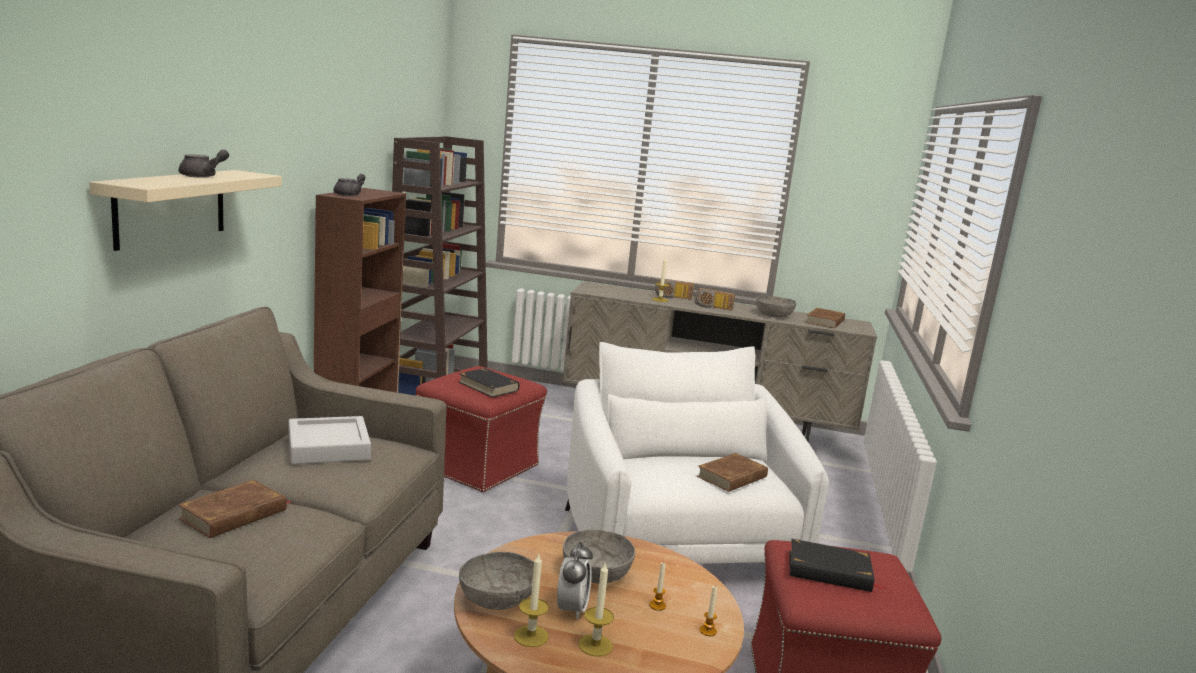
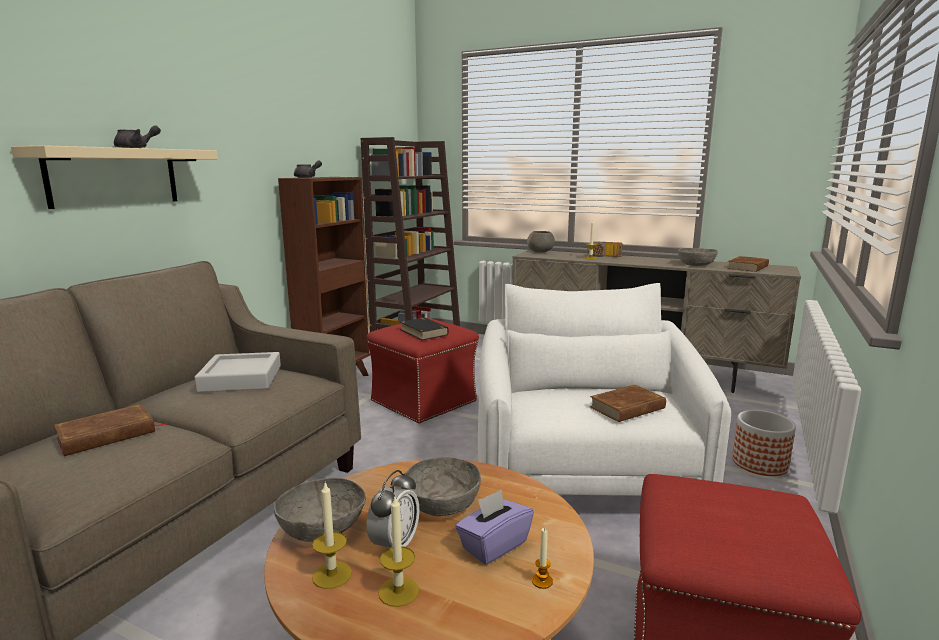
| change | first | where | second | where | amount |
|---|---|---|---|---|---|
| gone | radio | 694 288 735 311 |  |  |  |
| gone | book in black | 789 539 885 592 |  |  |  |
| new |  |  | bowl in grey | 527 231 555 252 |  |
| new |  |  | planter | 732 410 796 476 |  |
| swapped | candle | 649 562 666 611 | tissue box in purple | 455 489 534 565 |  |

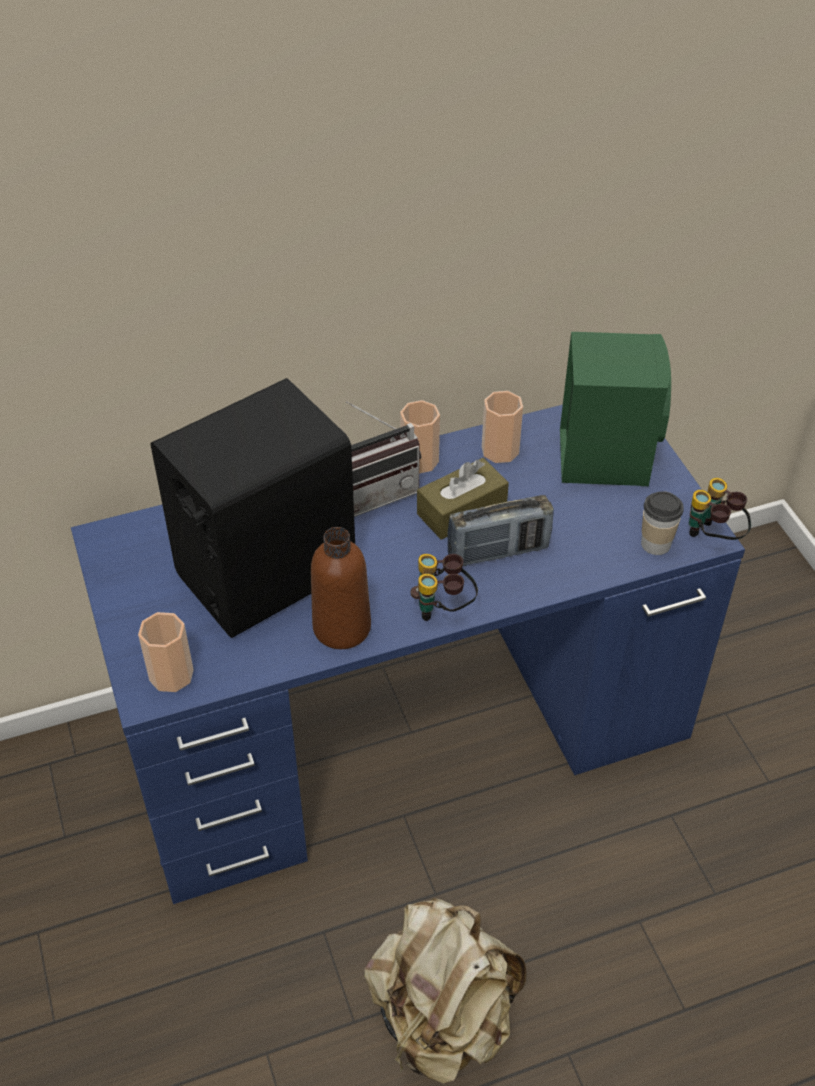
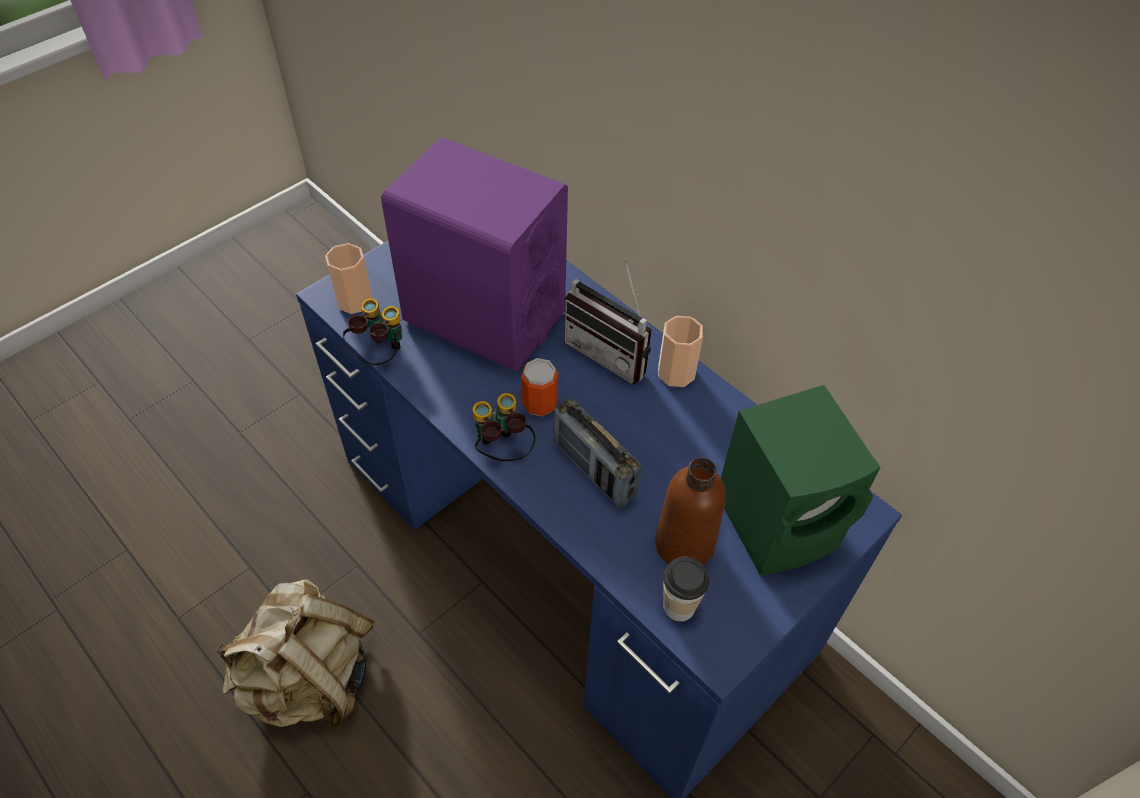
| change | first | where | second | where | amount |
|---|---|---|---|---|---|
| gone | tissue box in brown | 417 458 509 540 |  |  |  |
| gone | cup | 482 391 523 463 |  |  |  |
| new |  |  | can | 521 358 558 416 |  |
| shifted | bottle in brown | 311 527 371 649 |  | 655 457 726 566 |  |
| shifted | binoculars | 689 478 751 540 |  | 343 298 402 365 |  |
| repainted | speaker in black | 150 378 355 638 | speaker in purple | 381 138 568 371 |  |

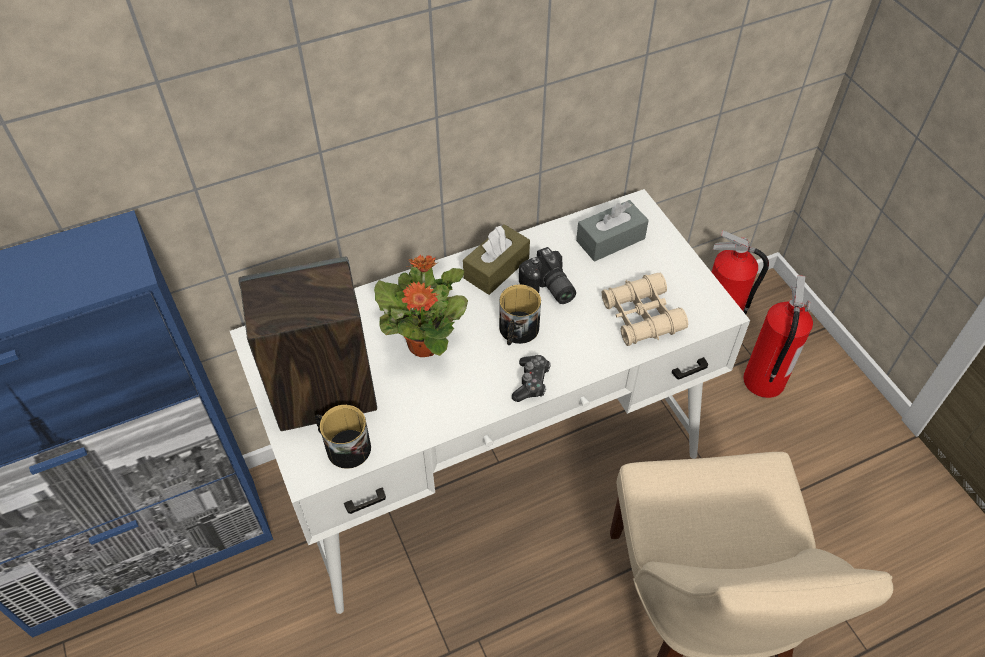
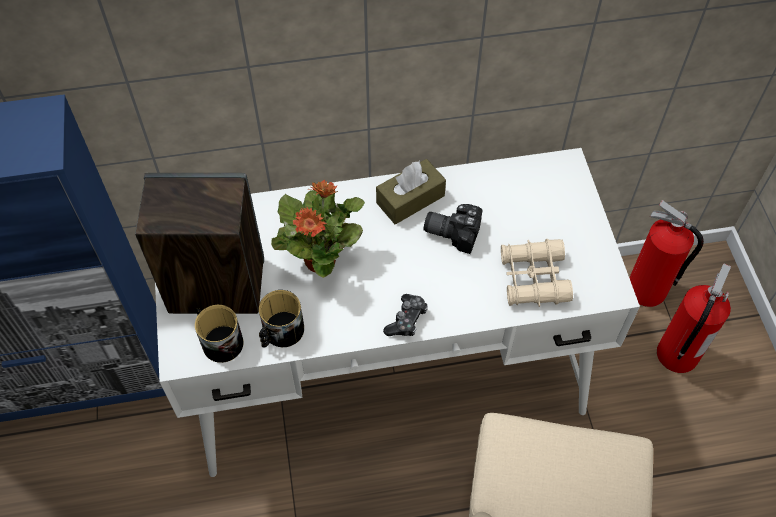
| change | first | where | second | where | amount |
|---|---|---|---|---|---|
| gone | tissue box in grey | 576 200 649 262 |  |  |  |
| shifted | mug | 499 284 541 345 |  | 259 290 304 348 |  |
| rotated | photo camera | 519 247 576 304 |  | 423 204 482 254 | 120 degrees clockwise |

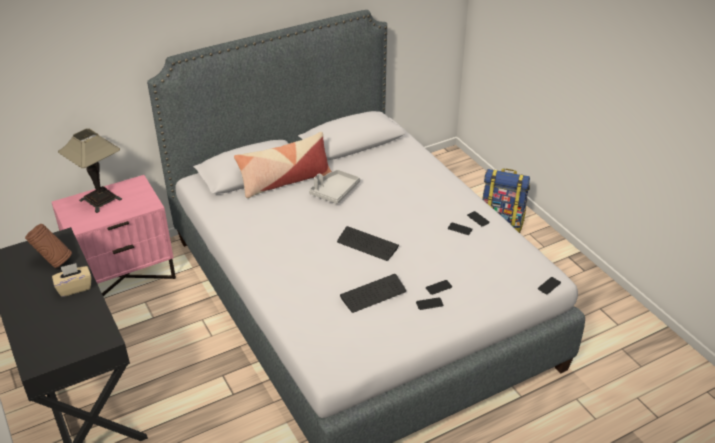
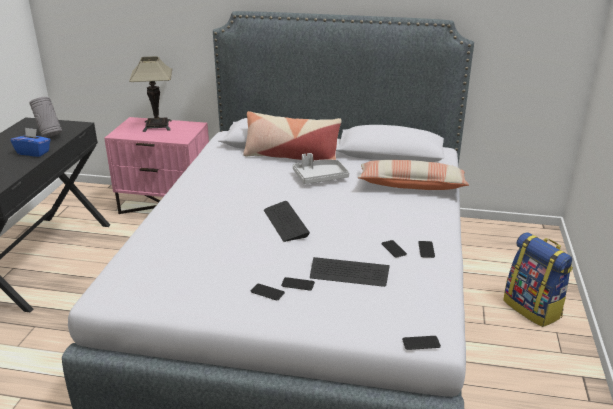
| change | first | where | second | where | amount |
|---|---|---|---|---|---|
| new |  |  | pillow | 358 160 469 190 |  |
| shifted | keyboard | 340 274 406 313 |  | 310 257 390 287 |  |
| repainted | vase in brown | 25 224 72 268 | vase in grey | 29 97 62 138 |  |
| repainted | tissue box in beige | 52 263 92 297 | tissue box in blue | 11 128 51 157 |  |

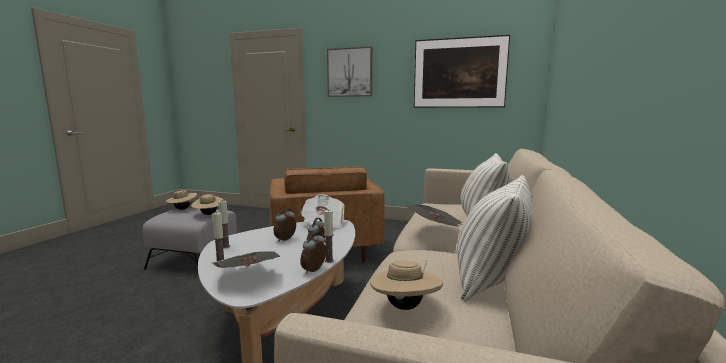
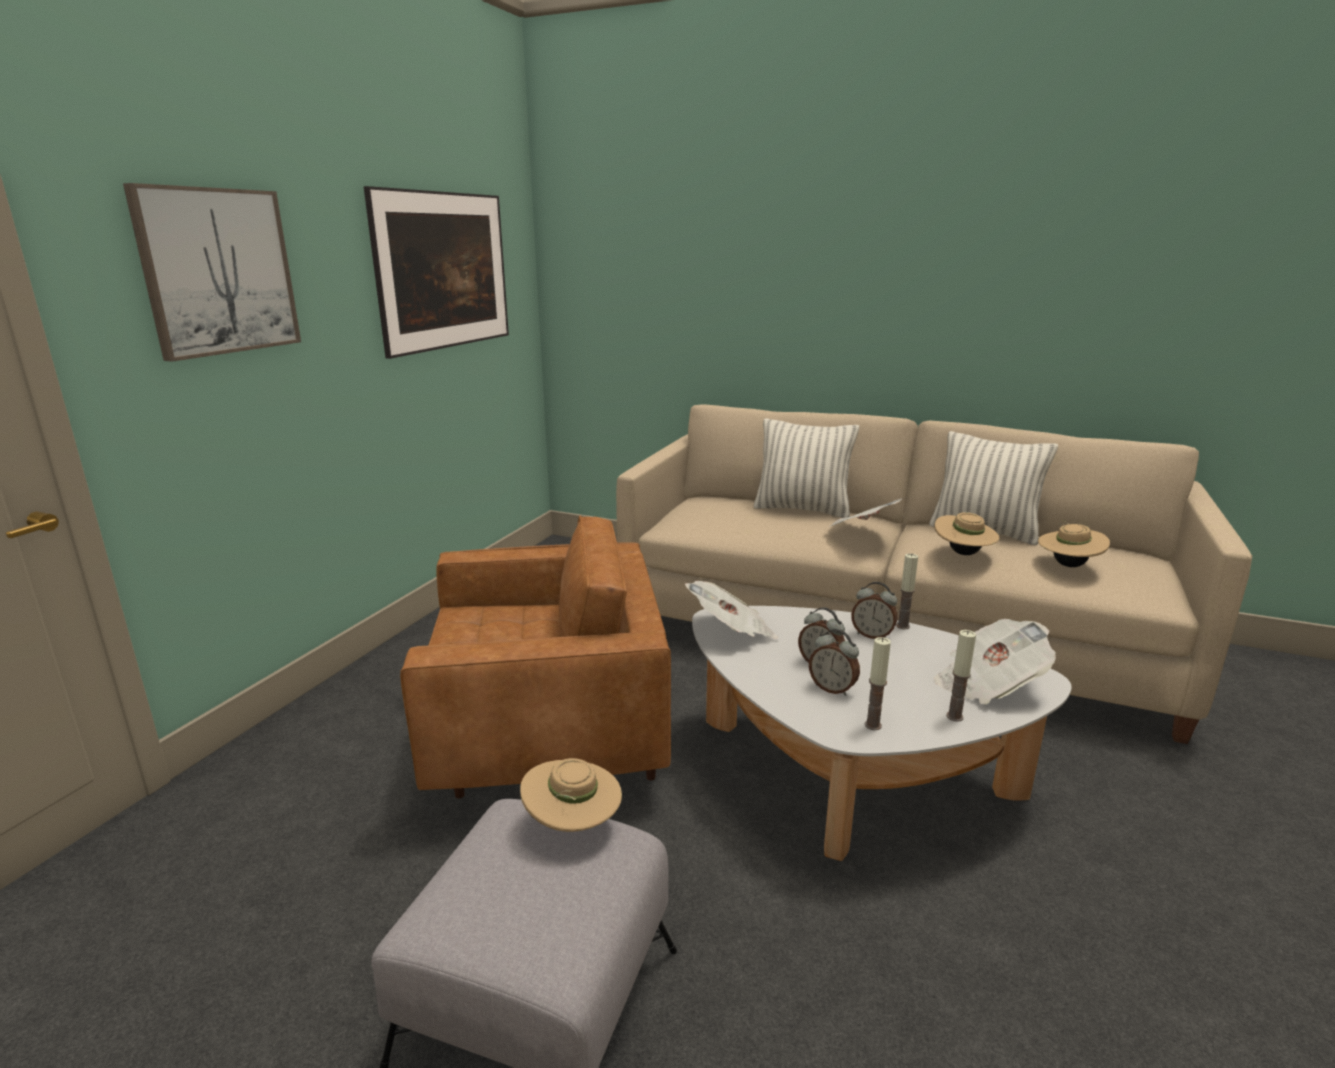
| change | first | where | second | where | amount |
|---|---|---|---|---|---|
| shifted | hat in beige | 166 189 197 210 |  | 934 512 999 555 |  |
| shifted | alarm clock | 300 232 326 274 |  | 809 629 860 696 |  |

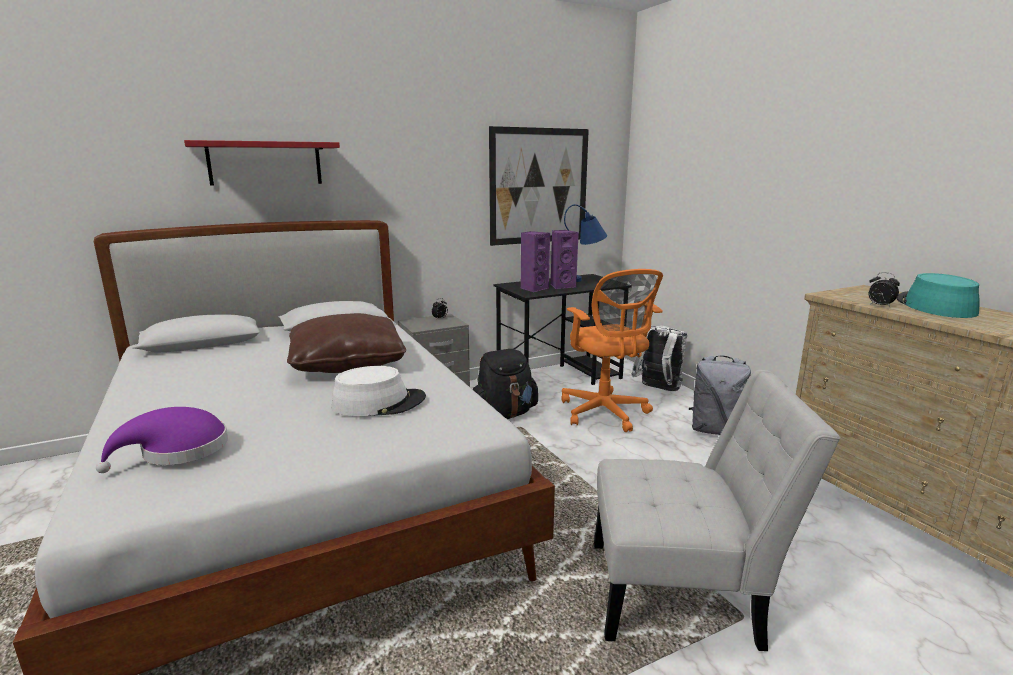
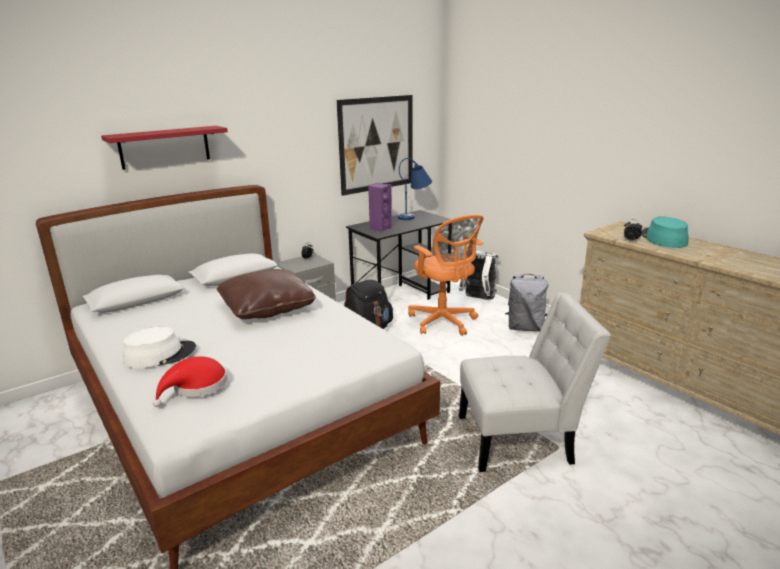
| change | first | where | second | where | amount |
|---|---|---|---|---|---|
| gone | speaker in purple | 551 230 579 289 |  |  |  |
| shifted | hat in white | 332 366 426 416 |  | 123 327 196 368 |  |
| repainted | hat in purple | 96 407 228 473 | hat in red | 153 356 227 407 |  |

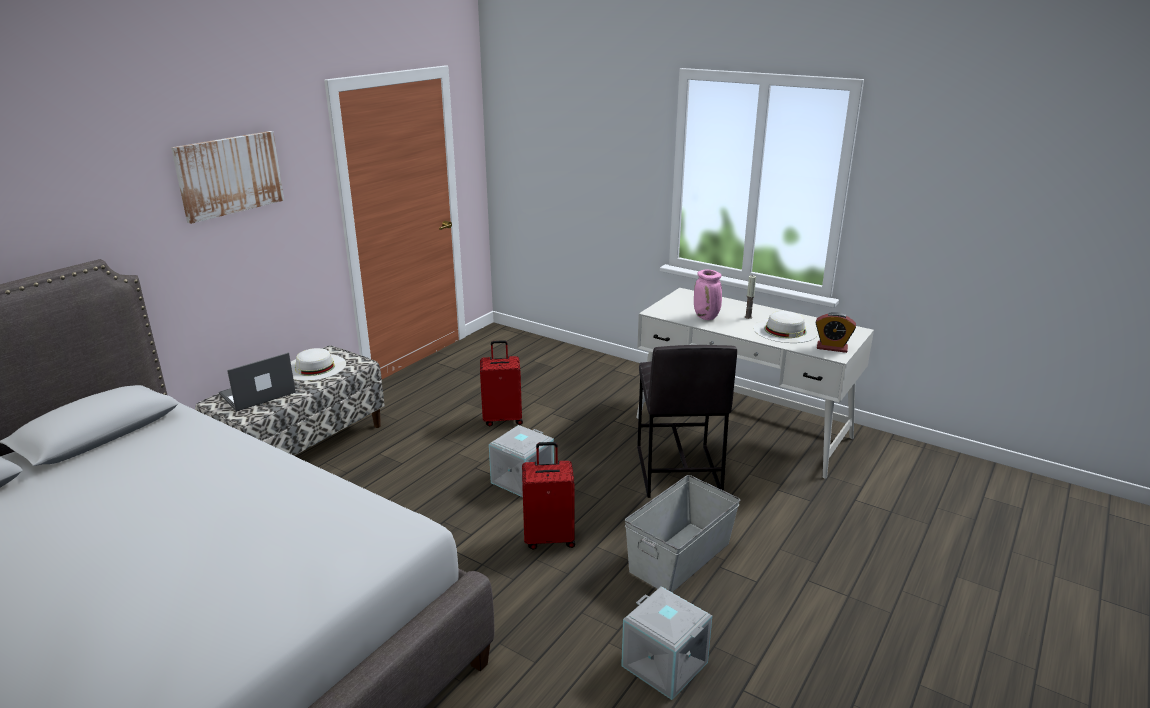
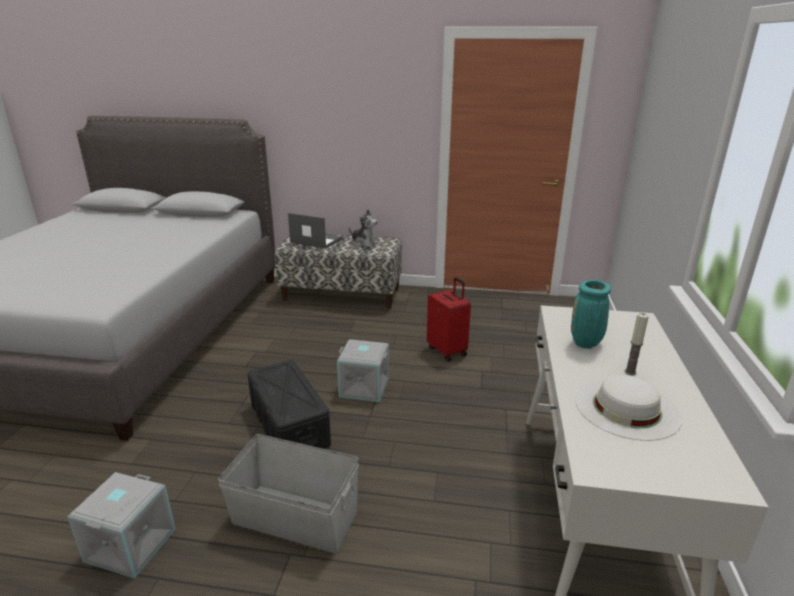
| change | first | where | second | where | amount |
|---|---|---|---|---|---|
| gone | picture | 171 131 284 224 |  |  |  |
| gone | stool in grey | 637 345 737 498 |  |  |  |
| gone | alarm clock | 816 312 856 353 |  |  |  |
| swapped | hat in white | 291 348 346 381 | plush toy | 349 209 379 248 |  |
| swapped | suitcase in red | 522 442 575 549 | storage box in black | 248 360 331 449 |  |
| repainted | vase in pink | 694 270 722 320 | vase in turquoise | 571 280 611 349 |  |

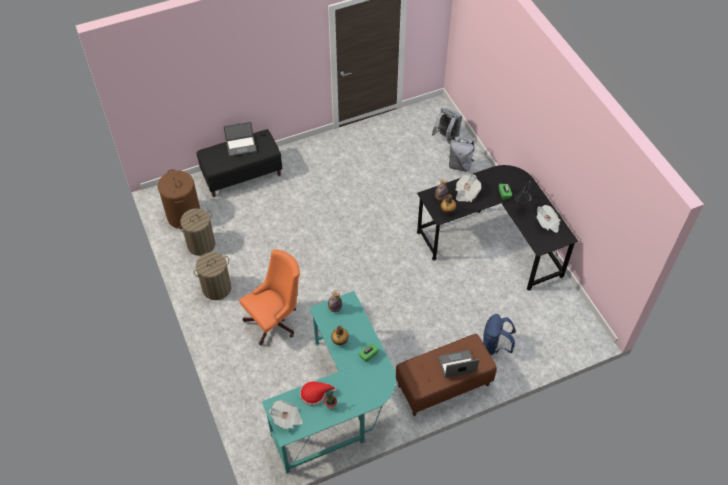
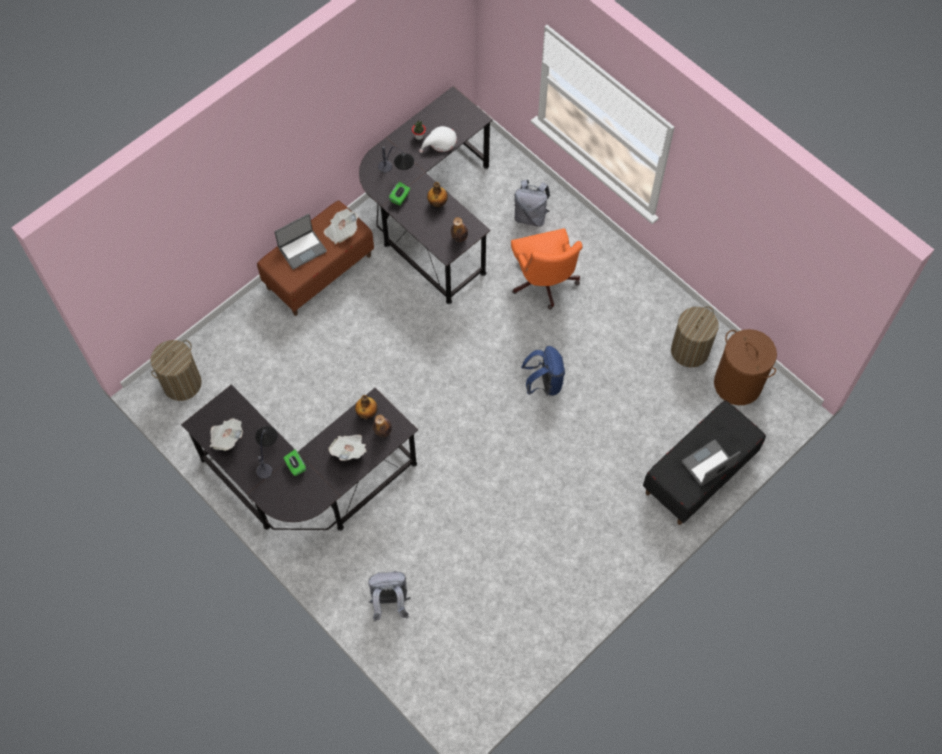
| change | first | where | second | where | amount |
|---|---|---|---|---|---|
| new |  |  | table lamp | 378 147 414 173 |  |
| shifted | laundry basket | 194 252 231 300 |  | 151 340 202 401 |  |
| shifted | newspaper | 269 400 303 429 |  | 324 209 358 244 |  |
| shifted | backpack in grey | 432 108 462 144 |  | 515 180 550 227 |  |
| shifted | backpack in blue | 483 314 516 355 |  | 522 346 565 396 |  |
| repainted | desk in turquoise | 262 291 396 474 | desk in black | 359 86 493 304 |  |
| repainted | hat in red | 300 381 337 406 | hat in white | 419 126 457 153 |  |
| rotated | office chair in orange | 239 249 300 345 |  | 511 228 582 310 | 45 degrees counterclockwise |

